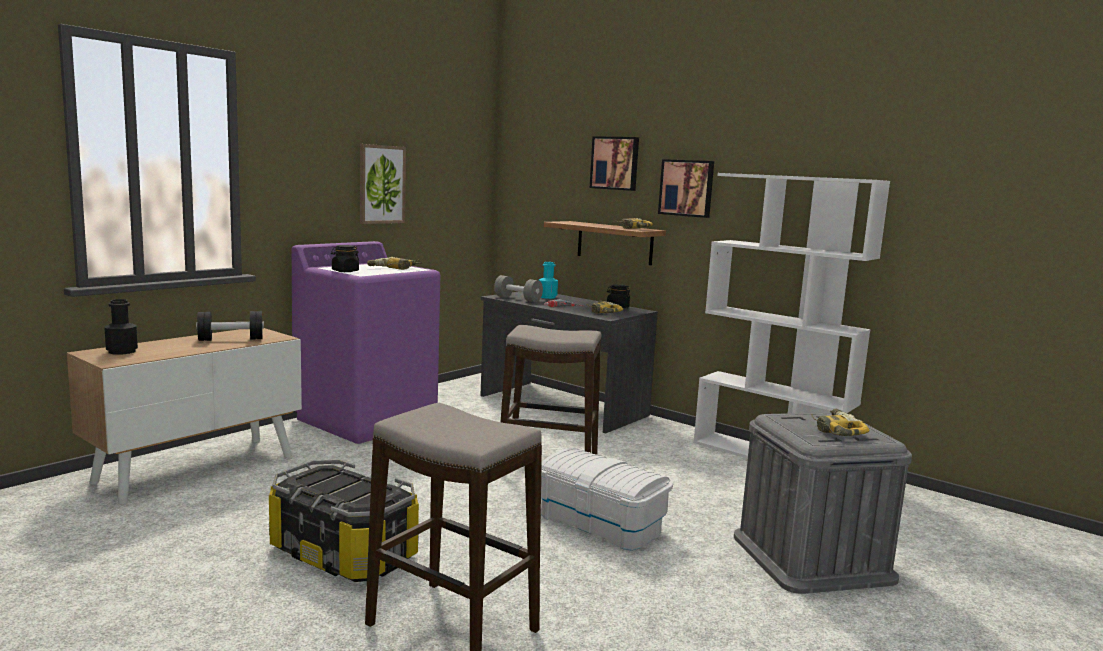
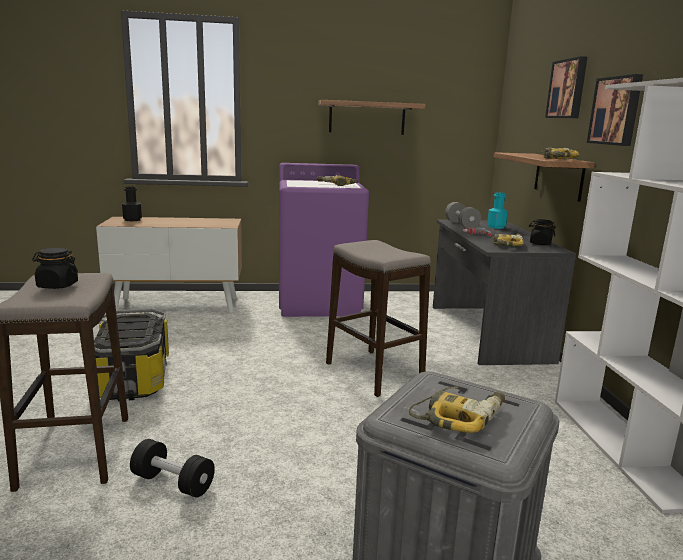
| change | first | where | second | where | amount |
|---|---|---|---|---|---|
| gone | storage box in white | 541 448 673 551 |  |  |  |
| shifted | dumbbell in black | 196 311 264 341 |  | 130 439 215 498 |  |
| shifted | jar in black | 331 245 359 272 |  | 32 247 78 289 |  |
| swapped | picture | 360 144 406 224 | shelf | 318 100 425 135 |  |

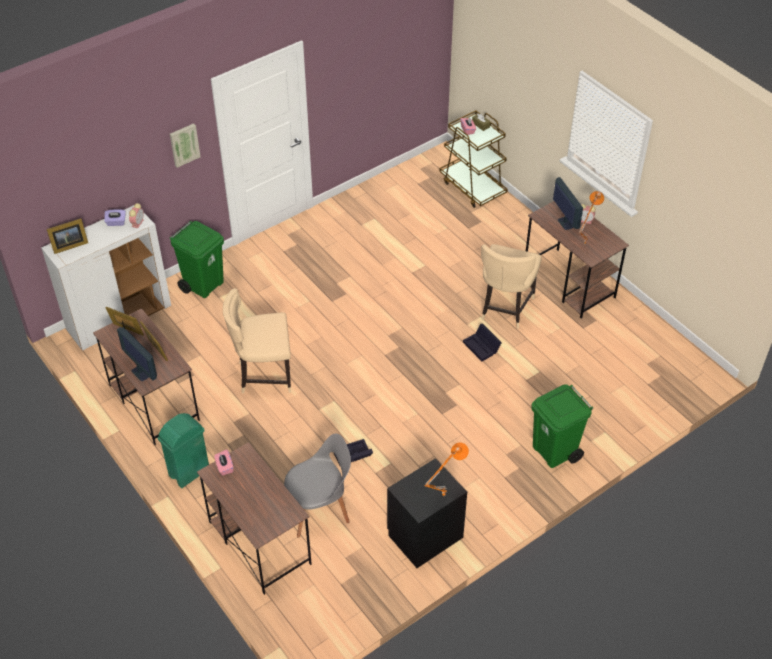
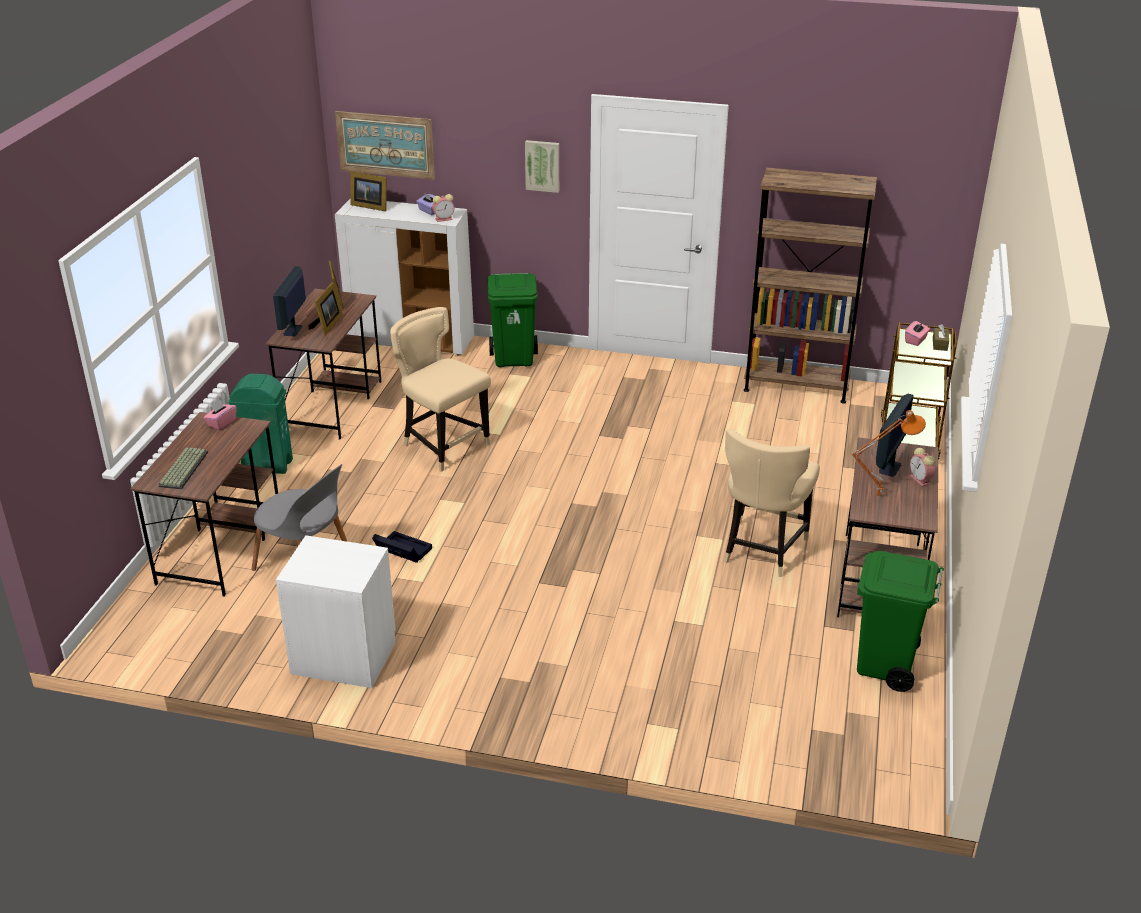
| change | first | where | second | where | amount |
|---|---|---|---|---|---|
| gone | table lamp in orange | 424 442 469 496 |  |  |  |
| gone | storage box in black | 463 323 502 361 |  |  |  |
| new |  |  | keyboard | 158 447 208 489 |  |
| new |  |  | picture | 335 111 435 179 |  |
| new |  |  | bookcase in brown | 744 167 877 404 |  |
| shifted | trash can in green | 531 384 593 468 |  | 857 551 944 692 |  |
| repainted | nightstand in black | 387 458 467 568 | nightstand in white | 276 535 395 688 |  |
| rotated | chair in beige | 481 244 542 329 |  | 724 428 820 577 | 45 degrees counterclockwise |

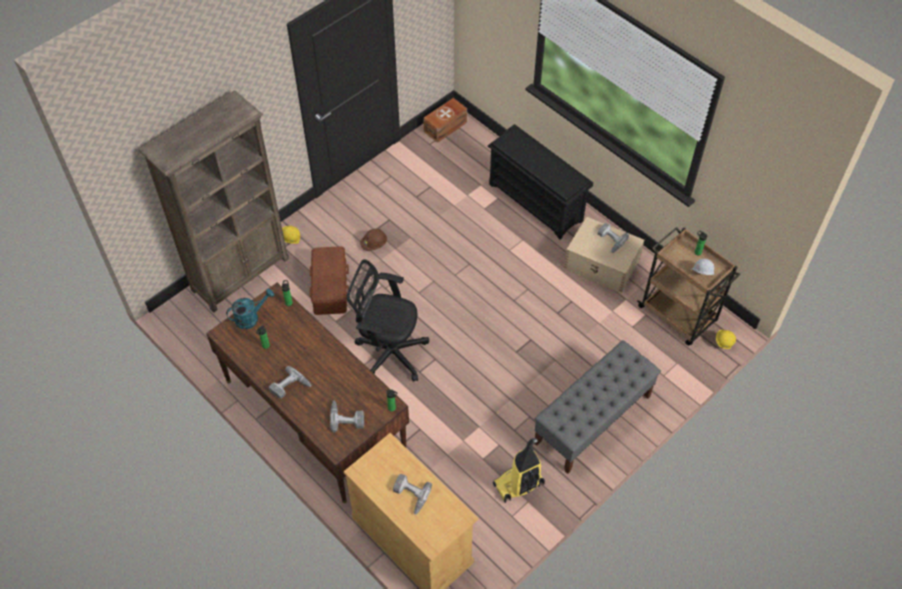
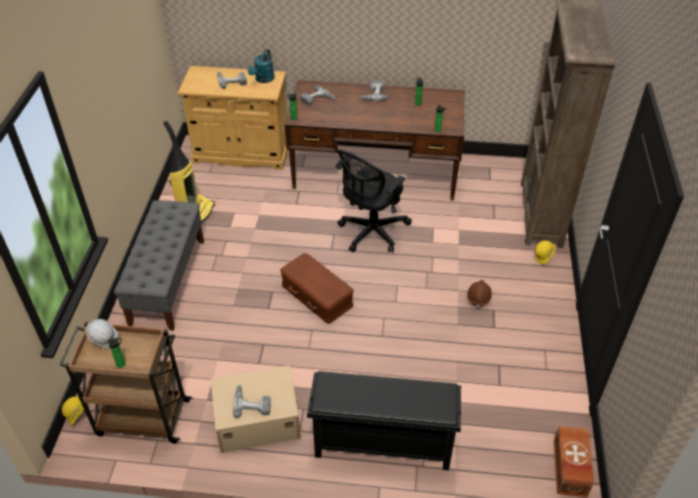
| change | first | where | second | where | amount |
|---|---|---|---|---|---|
| shifted | watering can in turquoise | 226 289 274 329 |  | 248 49 275 83 |  |
| shifted | storage box in brown | 310 246 349 315 |  | 280 253 354 324 |  |
| rotated | office chair in black | 347 259 429 382 |  | 335 150 412 253 | 150 degrees clockwise |

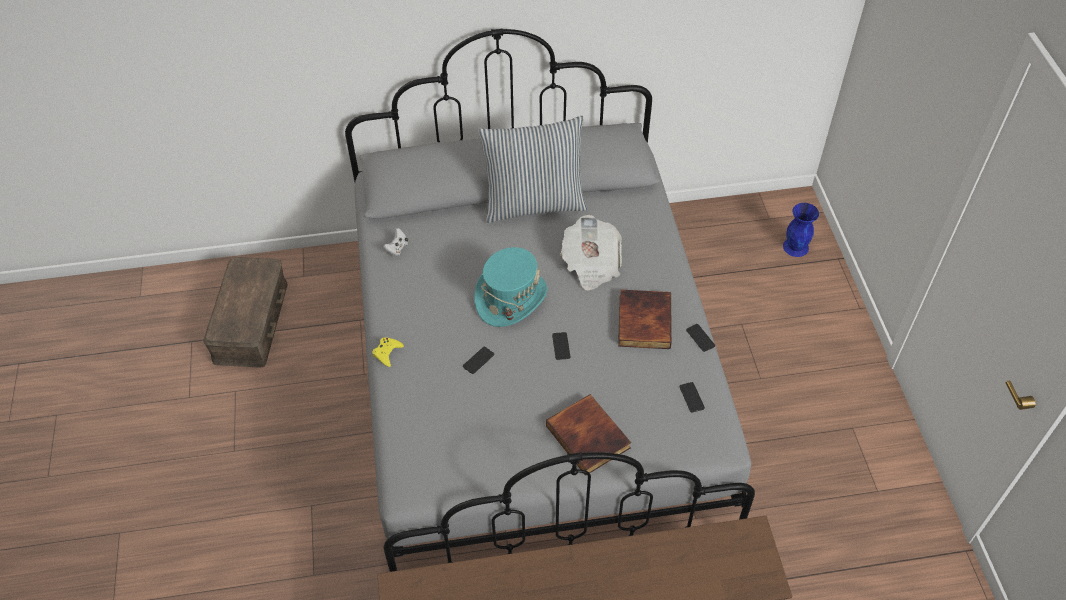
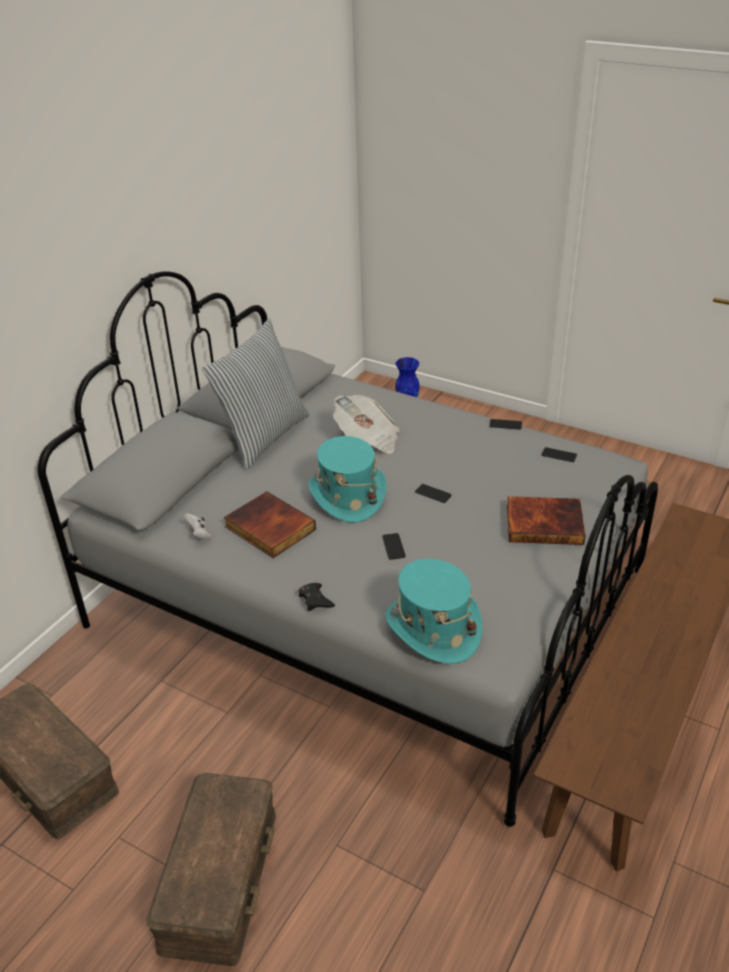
| change | first | where | second | where | amount |
|---|---|---|---|---|---|
| new |  |  | storage box in brown | 146 773 276 966 |  |
| new |  |  | hat in turquoise | 385 559 482 664 |  |
| shifted | book | 618 290 672 349 |  | 224 491 316 558 |  |
| repainted | game controller in yellow | 372 338 404 367 | game controller in black | 299 583 335 611 |  |

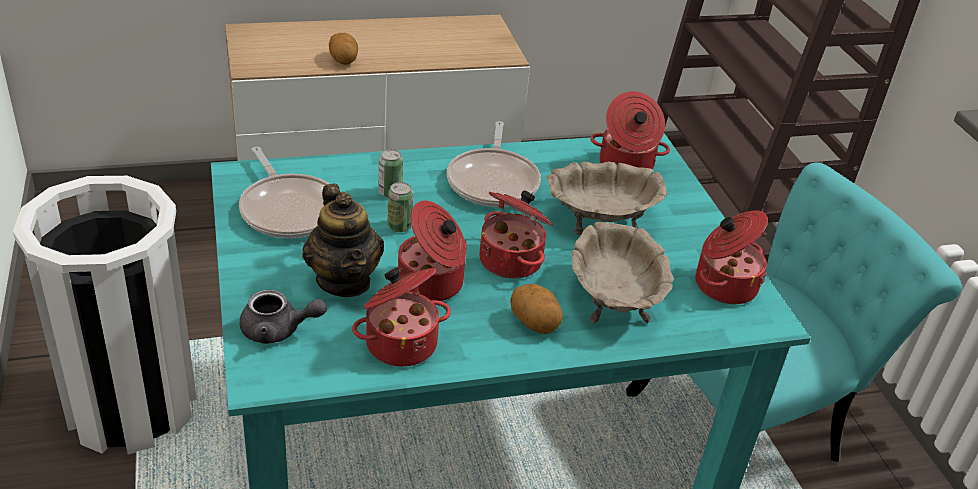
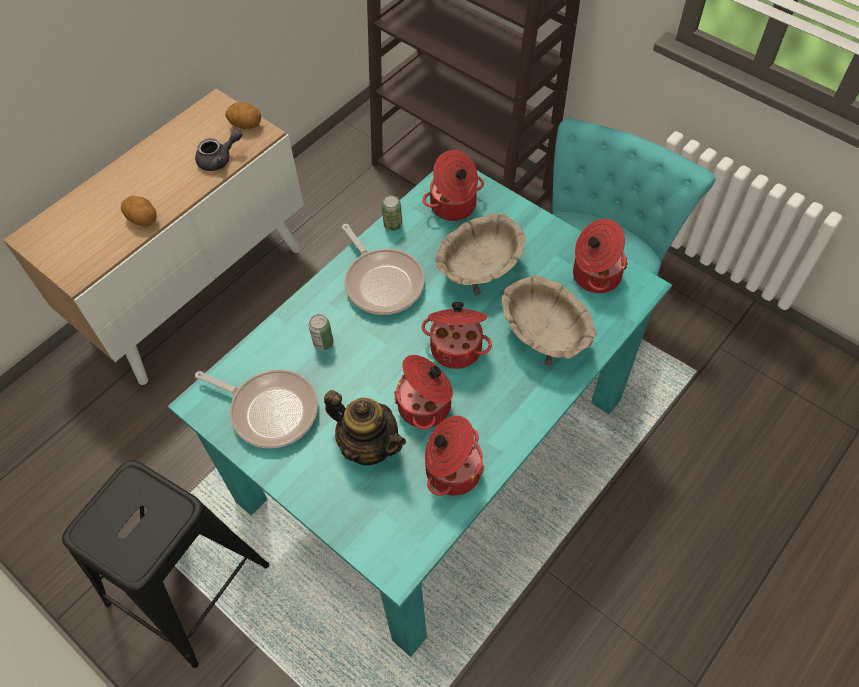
| change | first | where | second | where | amount |
|---|---|---|---|---|---|
| shifted | teapot in grey | 240 290 327 344 |  | 195 129 242 171 |  |
| shifted | can | 387 182 413 232 |  | 382 195 402 231 |  |
| shifted | potato | 510 284 563 334 |  | 225 102 261 129 |  |
| swapped | trash can in white | 13 176 197 455 | stool in black | 62 460 269 668 |  |

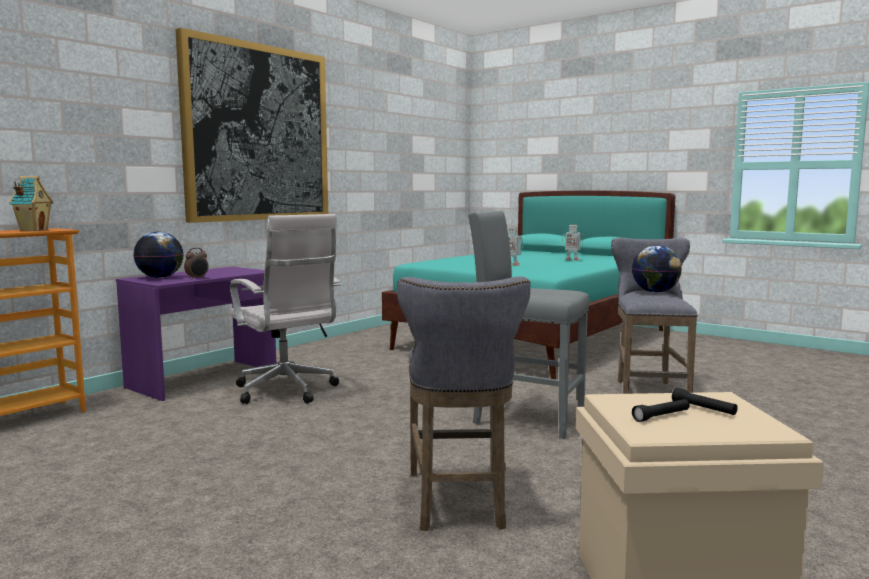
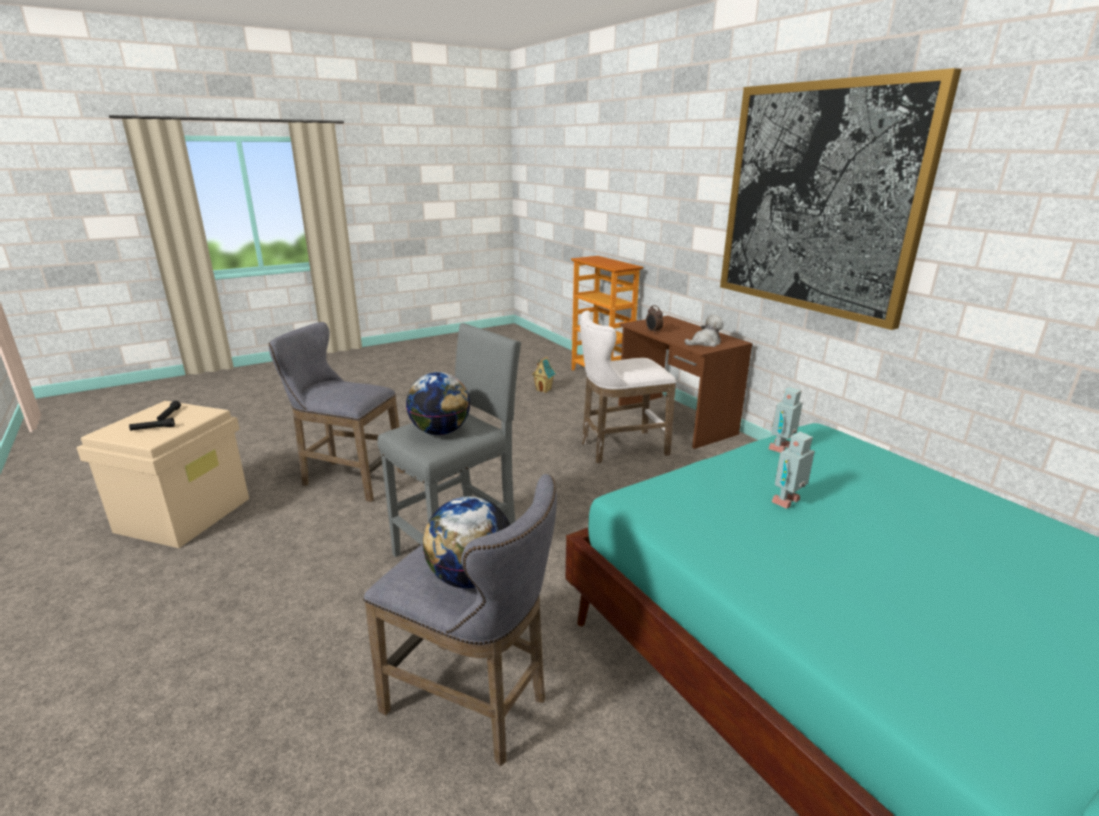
| change | first | where | second | where | amount |
|---|---|---|---|---|---|
| new |  |  | plush toy | 684 314 724 347 |  |
| shifted | toy house | 9 176 54 231 |  | 532 357 556 393 |  |
| shifted | globe | 133 232 184 278 |  | 406 372 470 435 |  |
| shifted | toy robot | 562 224 583 261 |  | 768 387 803 453 |  |
| swapped | office chair in white | 230 214 341 404 | stool in white | 580 310 676 463 |  |
| repainted | desk in purple | 116 267 276 401 | desk in brown | 619 315 753 449 |  |

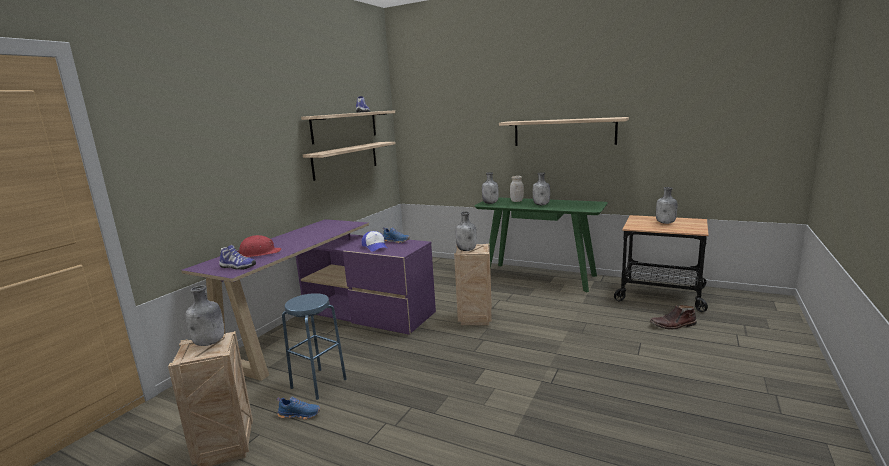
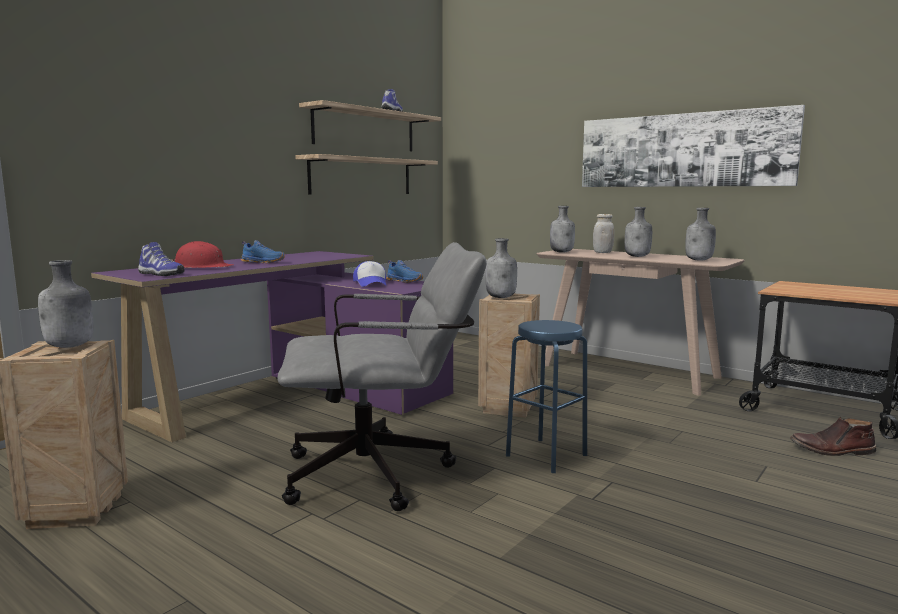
| change | first | where | second | where | amount |
|---|---|---|---|---|---|
| new |  |  | office chair in grey | 277 242 486 511 |  |
| shifted | shoe in blue | 277 397 320 420 |  | 241 240 285 263 |  |
| shifted | stool in blue | 282 293 347 400 |  | 506 320 587 473 |  |
| shifted | bottle in grey | 656 187 677 224 |  | 685 208 716 261 |  |
| swapped | shelf | 499 117 629 146 | picture | 582 105 805 187 |  |
| repainted | console table in green | 475 197 608 292 | console table in beige | 537 249 745 396 |  |

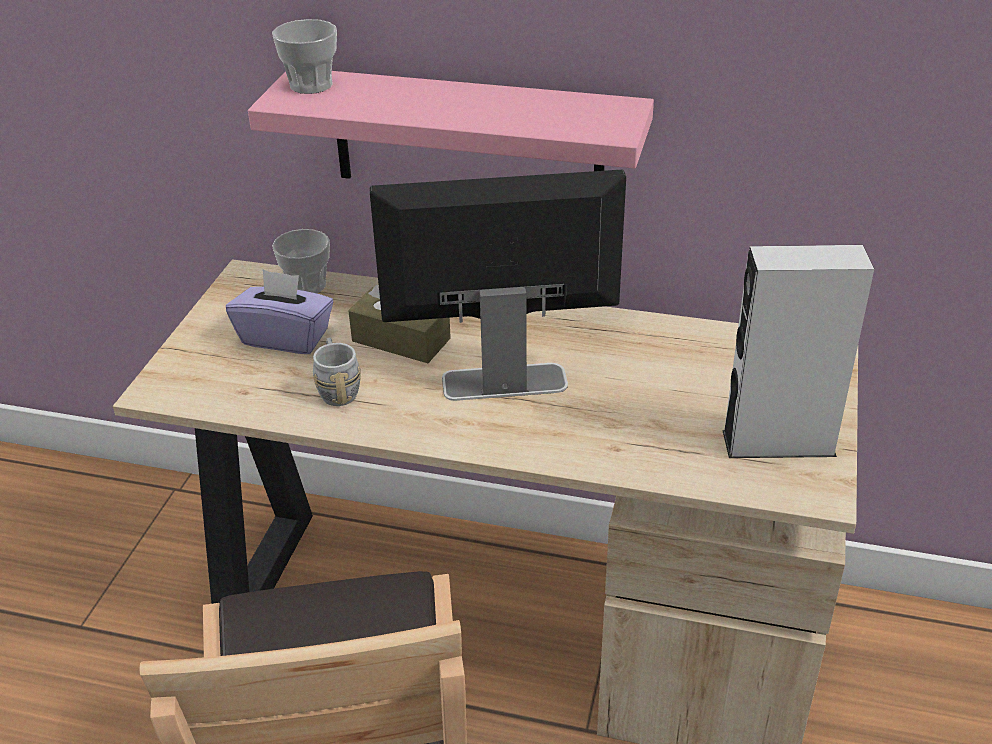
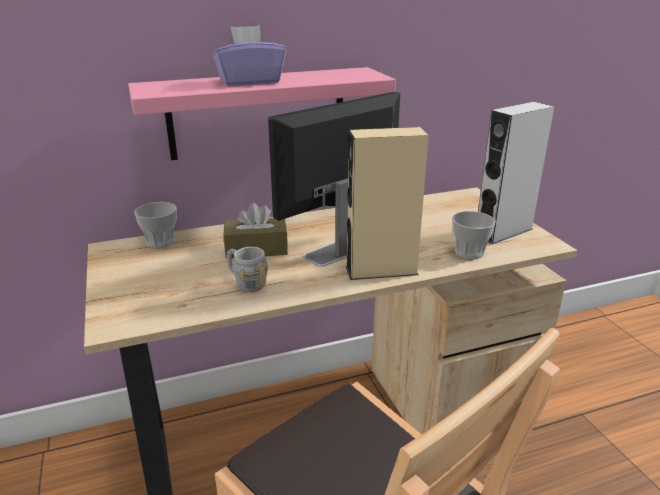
| change | first | where | second | where | amount |
|---|---|---|---|---|---|
| new |  |  | speaker in beige | 346 127 429 280 |  |
| shifted | tissue box in purple | 226 269 333 354 |  | 212 25 286 86 |  |
| shifted | cup | 272 19 337 94 |  | 452 211 496 259 |  |

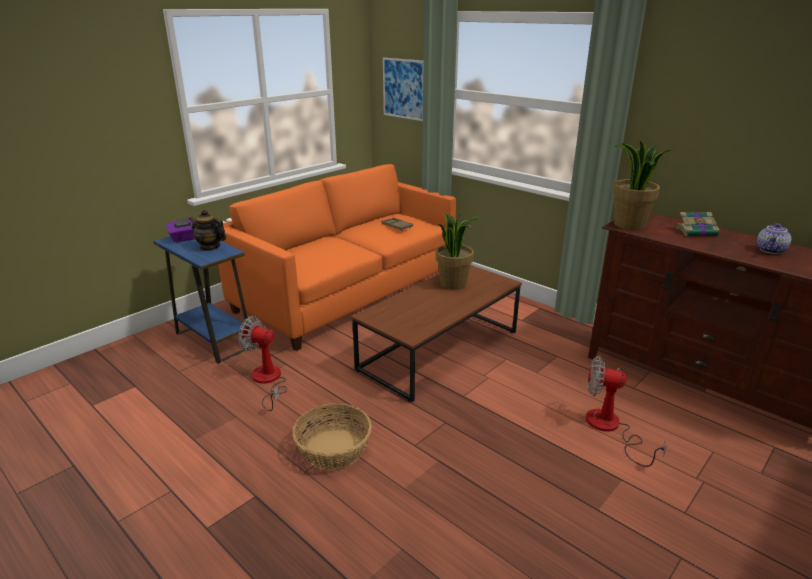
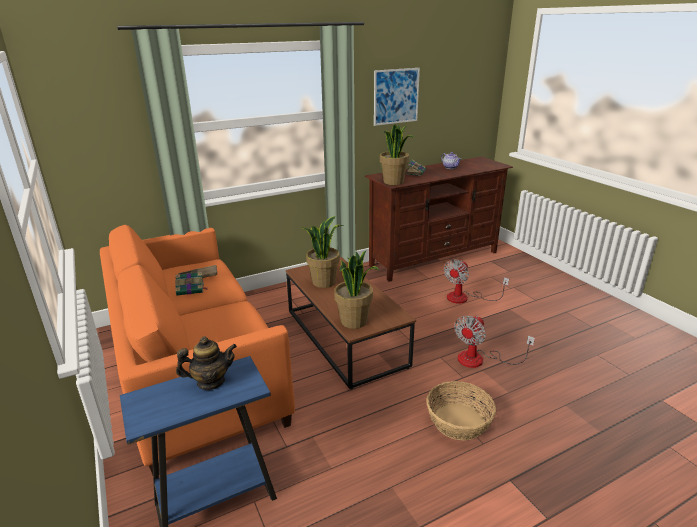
| change | first | where | second | where | amount |
|---|---|---|---|---|---|
| gone | tissue box in purple | 166 218 197 243 |  |  |  |
| new |  |  | book | 175 272 208 296 |  |
| new |  |  | potted plant | 334 251 379 329 |  |
| shifted | fan | 238 316 287 411 |  | 454 315 535 368 |  |
| shifted | picture | 383 58 423 121 |  | 374 68 420 126 |  |
| rotated | teapot | 189 209 226 251 |  | 176 336 237 390 | 150 degrees counterclockwise |

